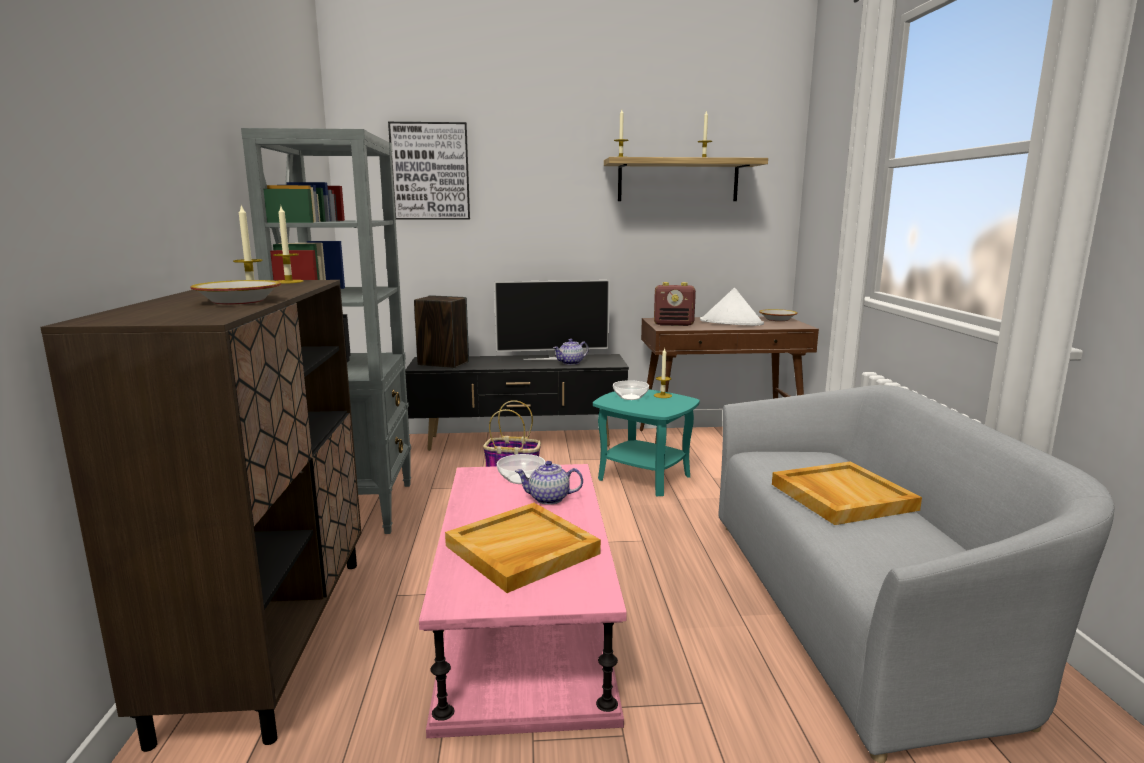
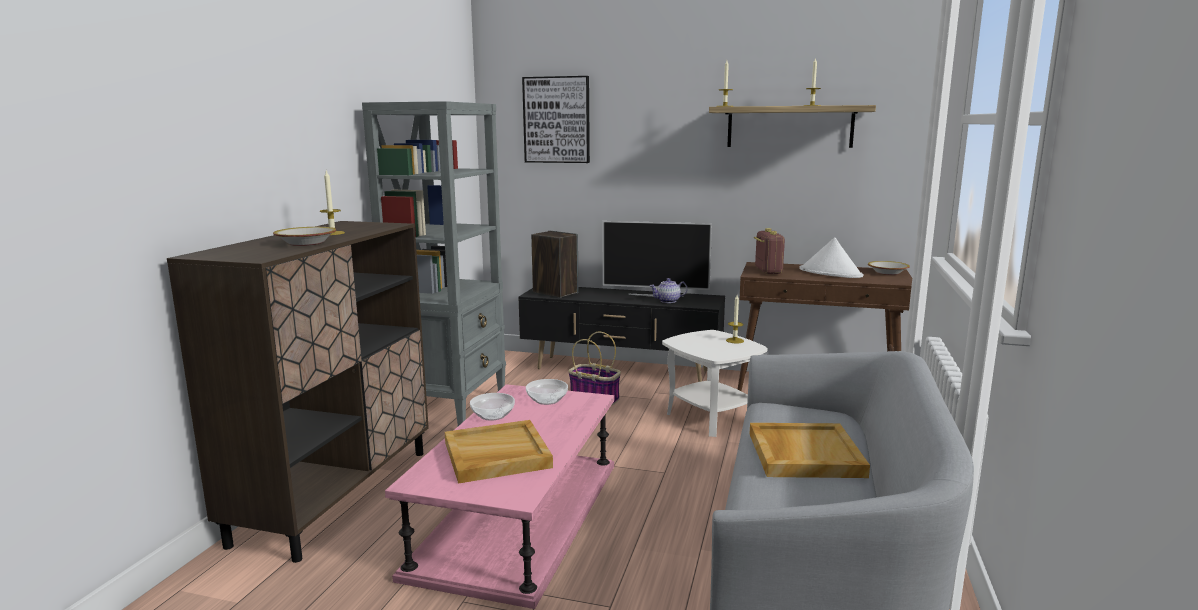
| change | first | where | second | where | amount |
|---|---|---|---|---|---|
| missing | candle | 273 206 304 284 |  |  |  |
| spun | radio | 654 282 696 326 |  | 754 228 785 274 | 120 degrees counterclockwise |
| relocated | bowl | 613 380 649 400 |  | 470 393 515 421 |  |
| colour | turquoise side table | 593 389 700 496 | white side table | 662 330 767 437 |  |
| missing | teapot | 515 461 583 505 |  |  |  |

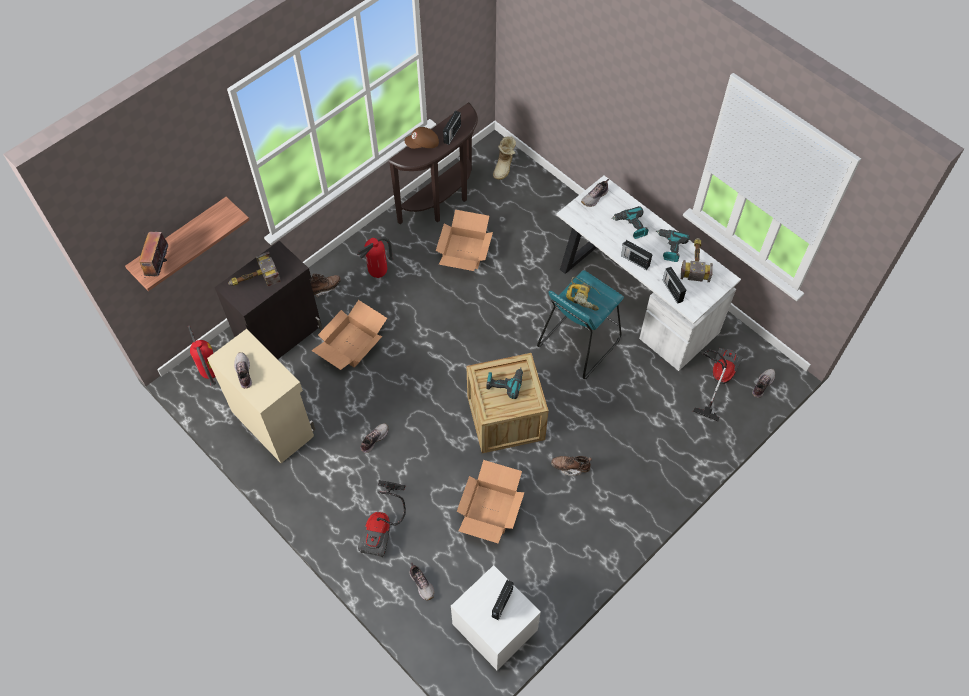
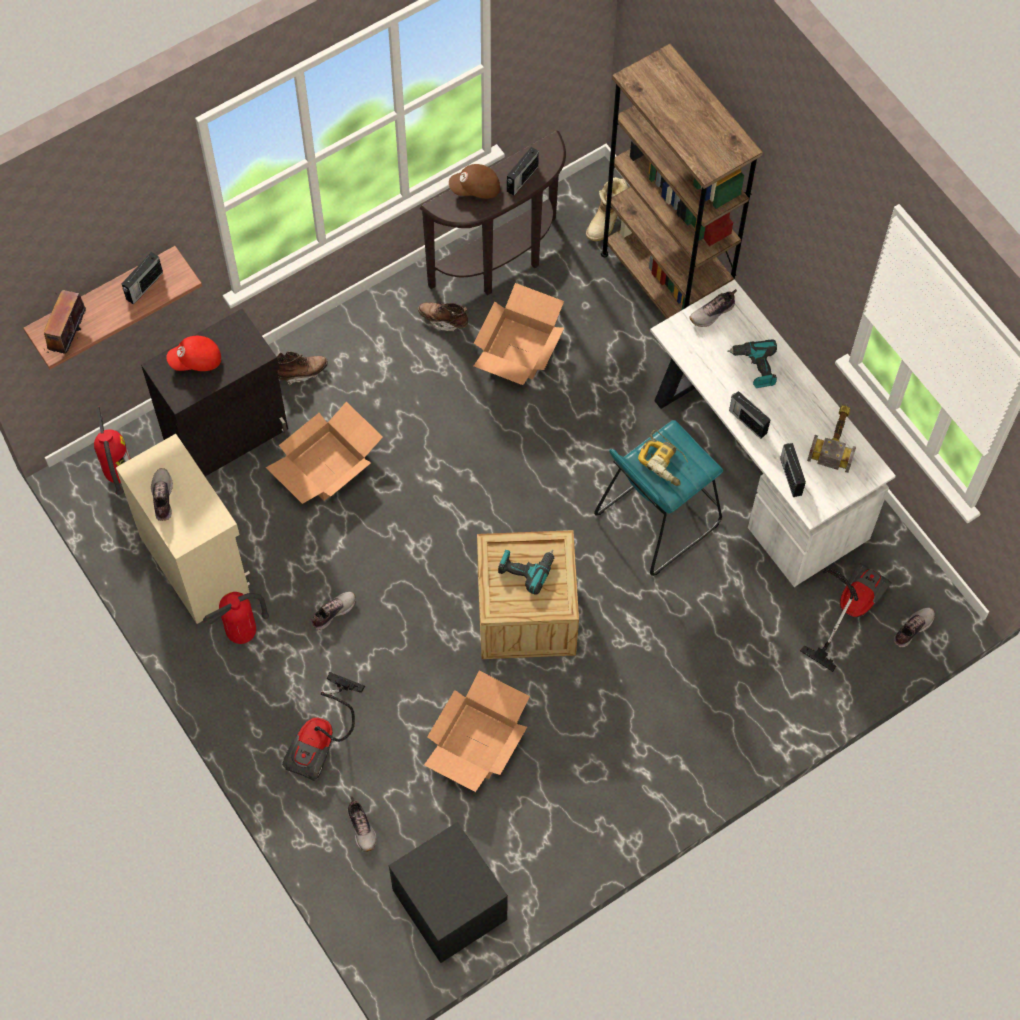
| change | first | where | second | where | amount |
|---|---|---|---|---|---|
| missing | power drill | 656 229 690 262 |  |  |  |
| relocated | fire extinguisher | 357 237 394 278 |  | 203 592 269 644 |  |
| exchanged | hammer | 228 252 281 286 | red cap | 166 336 221 371 |  |
| relocated | brown boot | 551 456 592 476 |  | 418 302 468 331 |  |
| colour | white nightstand | 451 565 541 671 | black nightstand | 388 822 508 963 |  |
| relocated | radio | 492 580 514 620 |  | 121 252 163 305 |  |
| appeared |  |  | brown bookcase | 601 44 763 319 |  |

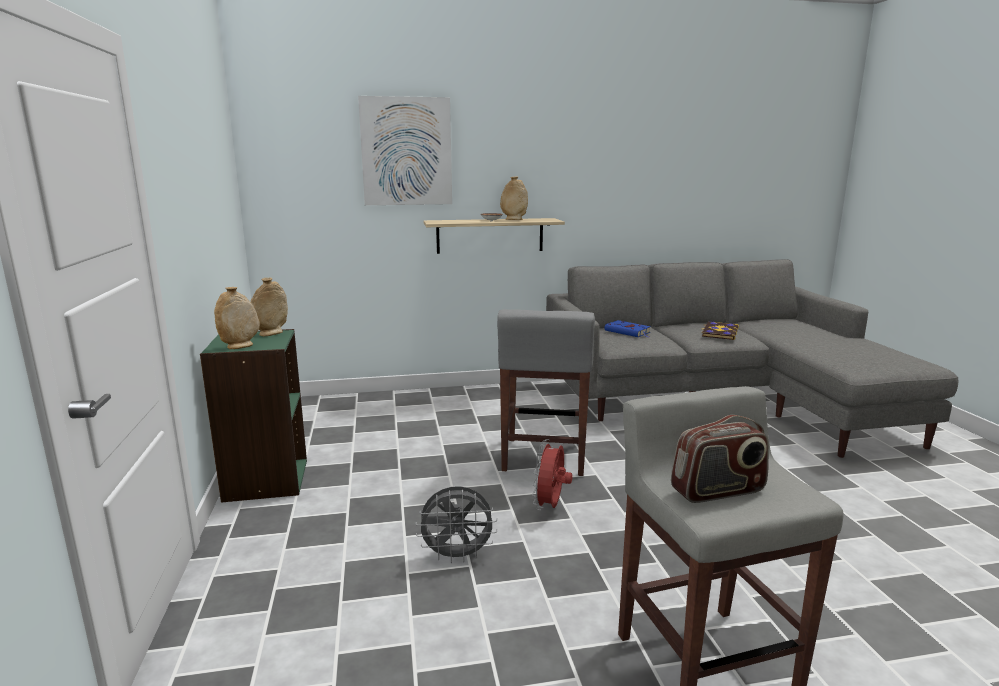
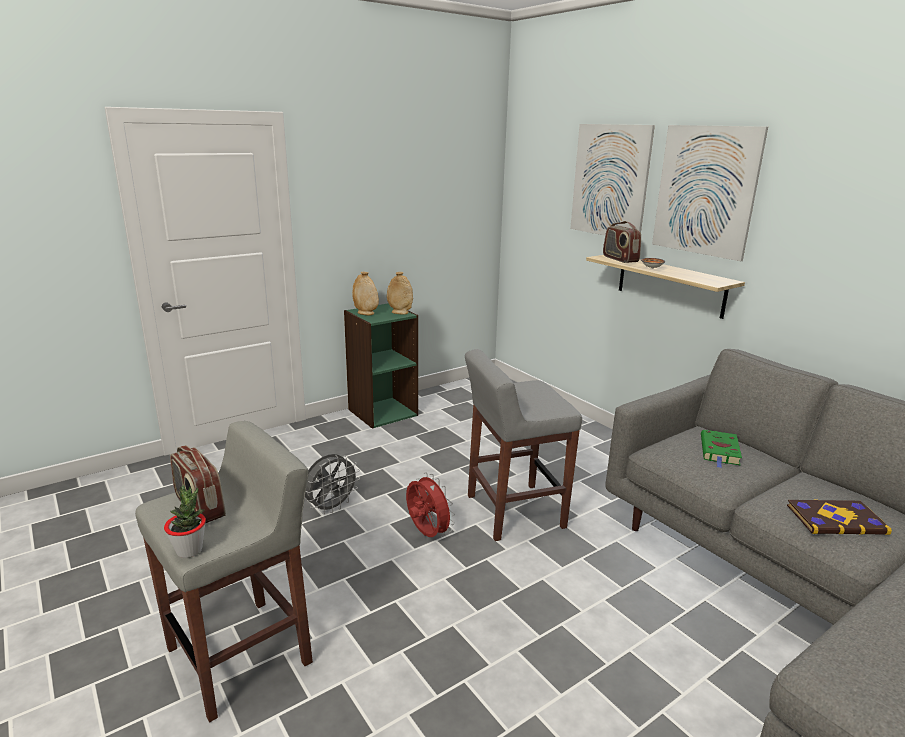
| change | first | where | second | where | amount |
|---|---|---|---|---|---|
| missing | beige vase | 500 177 528 220 |  |  |  |
| colour | blue book | 605 320 651 337 | green book | 701 430 742 468 |  |
| spun | red fan | 532 439 573 510 |  | 406 472 455 537 | 60 degrees clockwise |
| spun | grey fan | 416 486 497 563 |  | 305 454 360 514 | 105 degrees counterclockwise |
| appeared |  |  | picture | 652 125 768 261 |  |
| appeared |  |  | radio | 603 221 641 263 |  |
| appeared |  |  | potted plant | 164 485 206 558 |  |

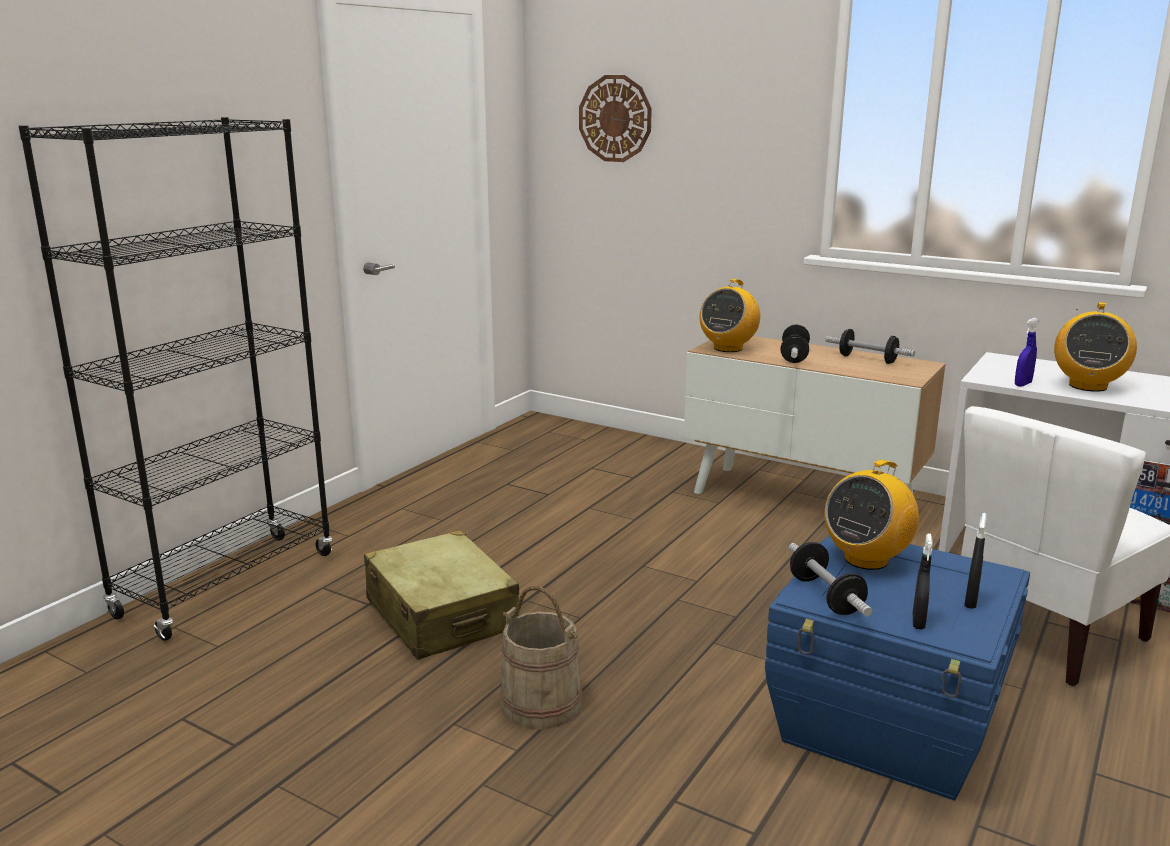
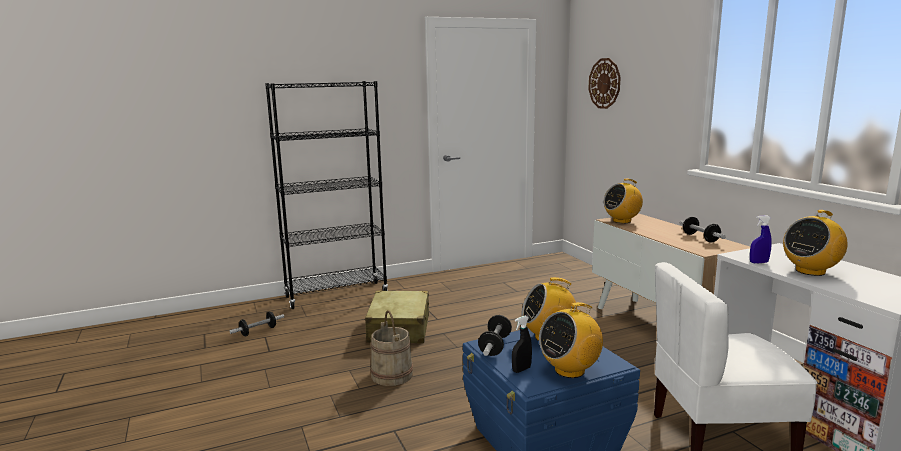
| change | first | where | second | where | amount |
|---|---|---|---|---|---|
| relocated | dumbbell | 780 324 810 363 |  | 230 312 284 336 |  |
| exchanged | black spray bottle | 964 513 987 609 | radio | 539 302 603 378 |  |

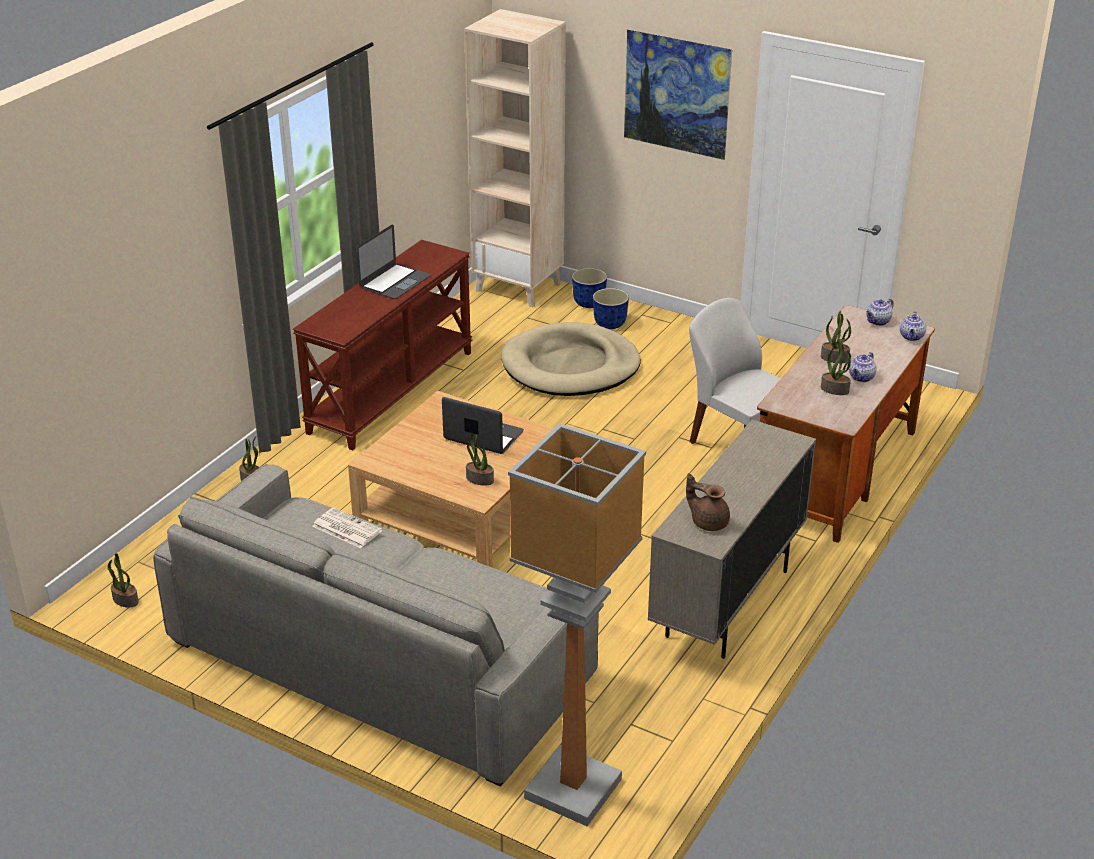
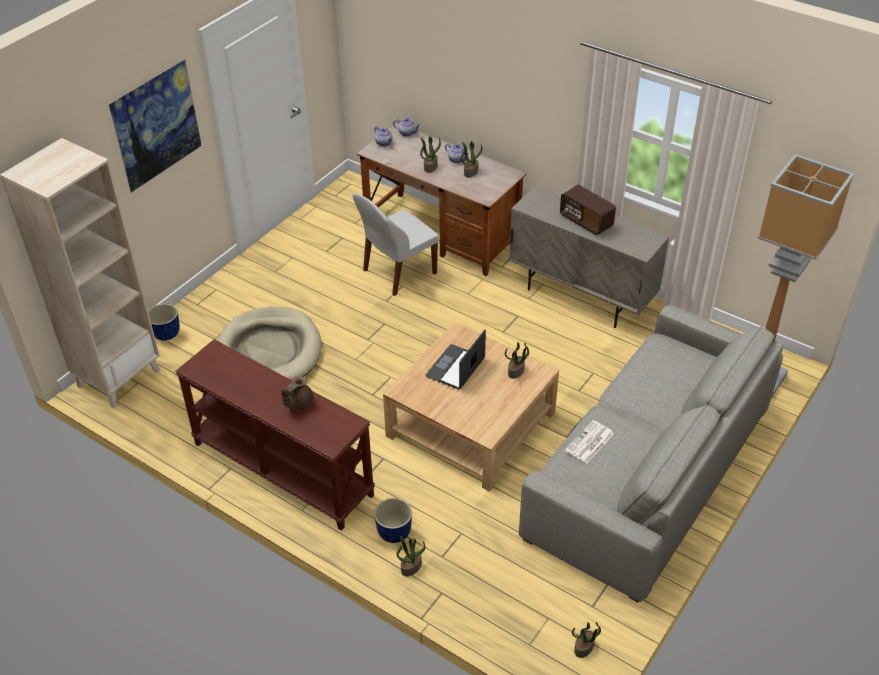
| change | first | where | second | where | amount |
|---|---|---|---|---|---|
| missing | laptop | 356 225 430 299 |  |  |  |
| relocated | planter | 593 288 629 329 |  | 374 498 412 543 |  |
| relocated | brown teapot | 686 473 730 531 |  | 281 376 314 411 |  |
| appeared |  |  | radio | 560 185 616 235 |  |

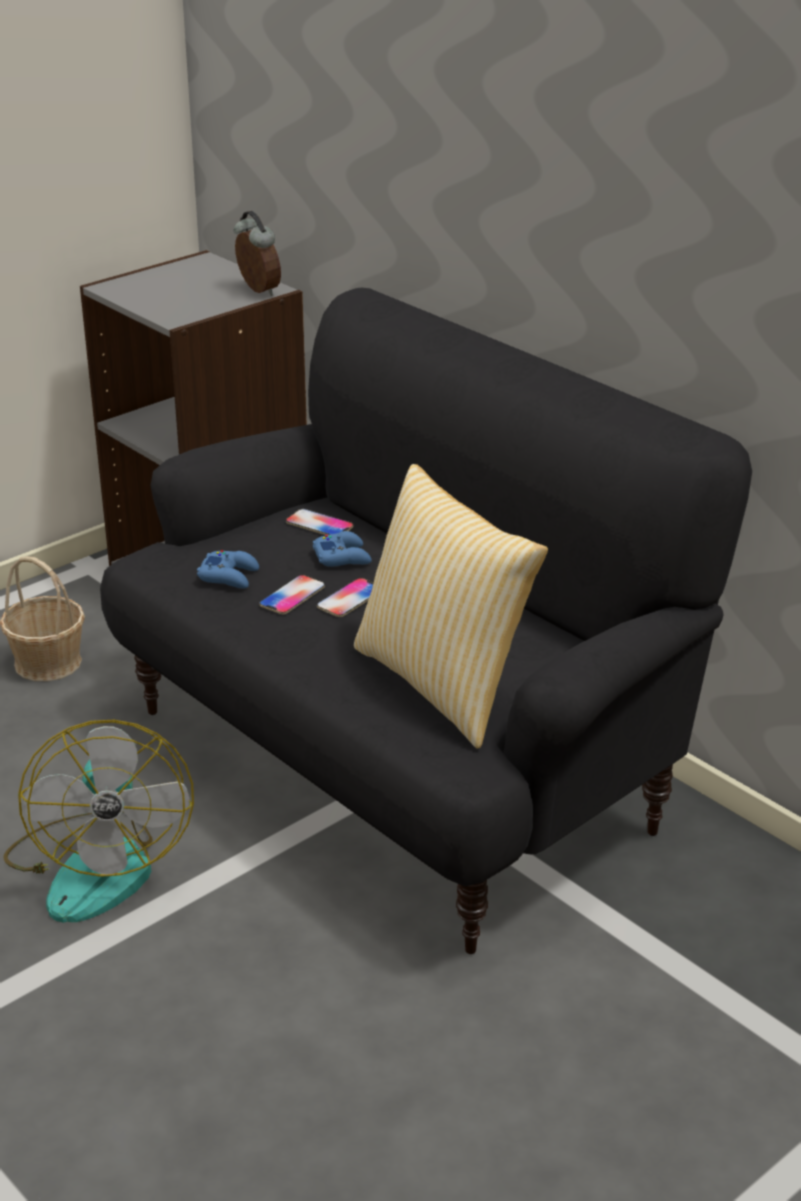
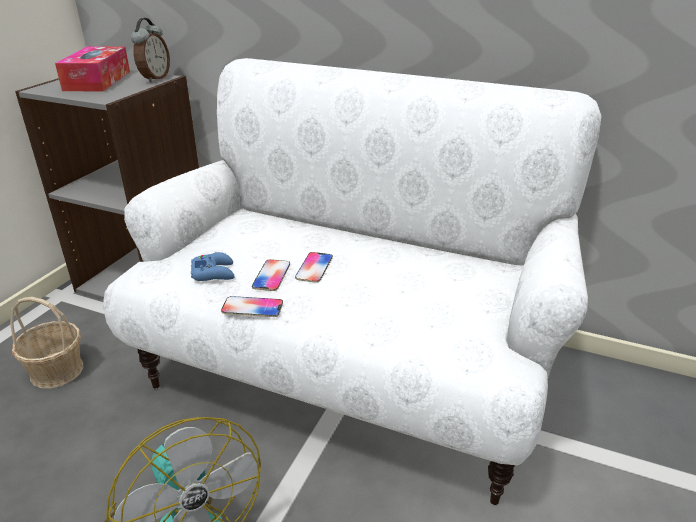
| change | first | where | second | where | amount |
|---|---|---|---|---|---|
| spun | alarm clock | 234 211 281 296 |  | 131 18 170 82 | 75 degrees clockwise |
| colour | black sofa | 100 287 752 954 | white sofa | 103 58 601 505 |  |
| missing | pillow | 354 464 548 748 |  |  |  |
| relocated | phone | 286 509 354 535 |  | 221 296 283 317 |  |
| missing | blue game controller | 313 531 372 567 |  |  |  |
| appeared |  |  | tissue box | 55 46 130 91 |  |

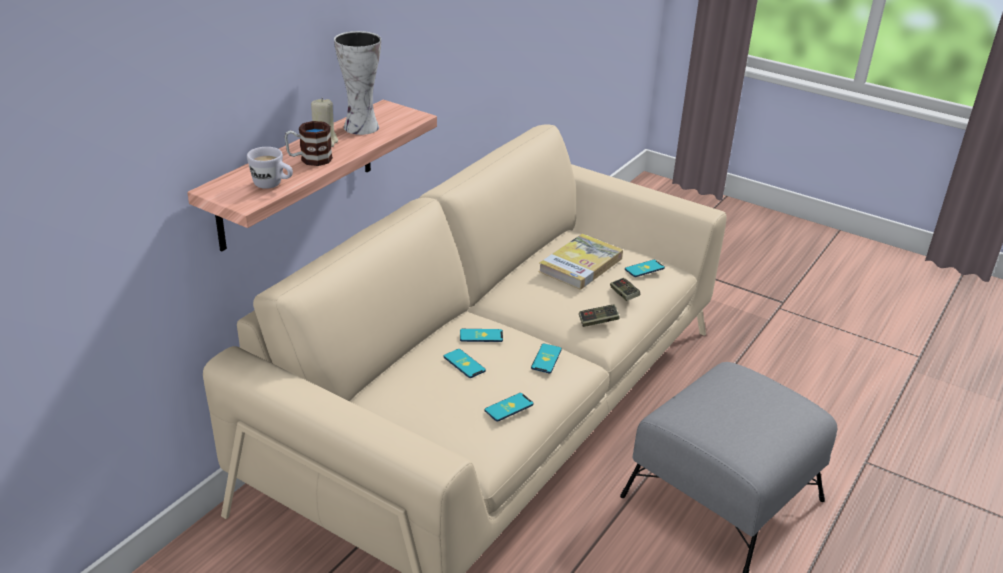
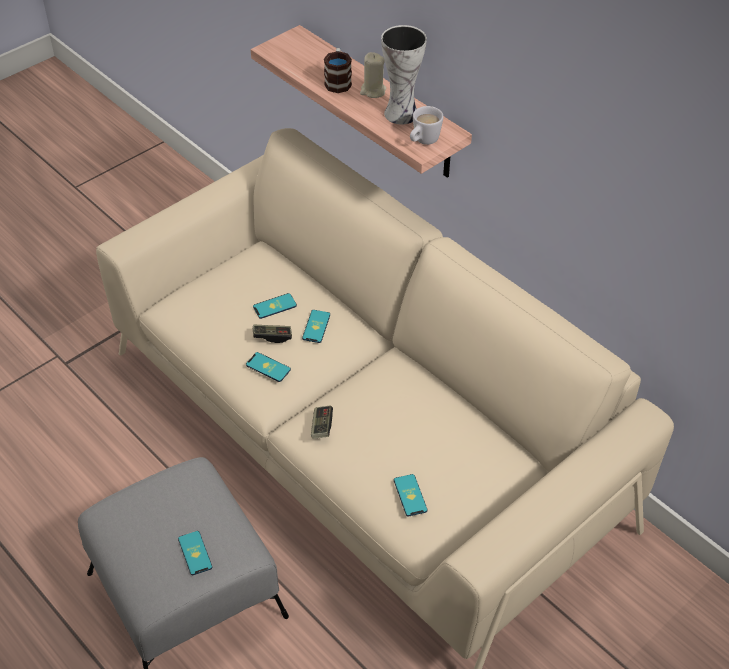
| change | first | where | second | where | amount |
|---|---|---|---|---|---|
| relocated | white mug | 247 147 293 189 |  | 410 106 444 145 |  |
| missing | book | 539 234 623 290 |  |  |  |
| relocated | game controller | 610 278 640 301 |  | 253 325 292 343 |  |
| relocated | phone | 485 393 534 421 |  | 178 531 212 575 |  |

